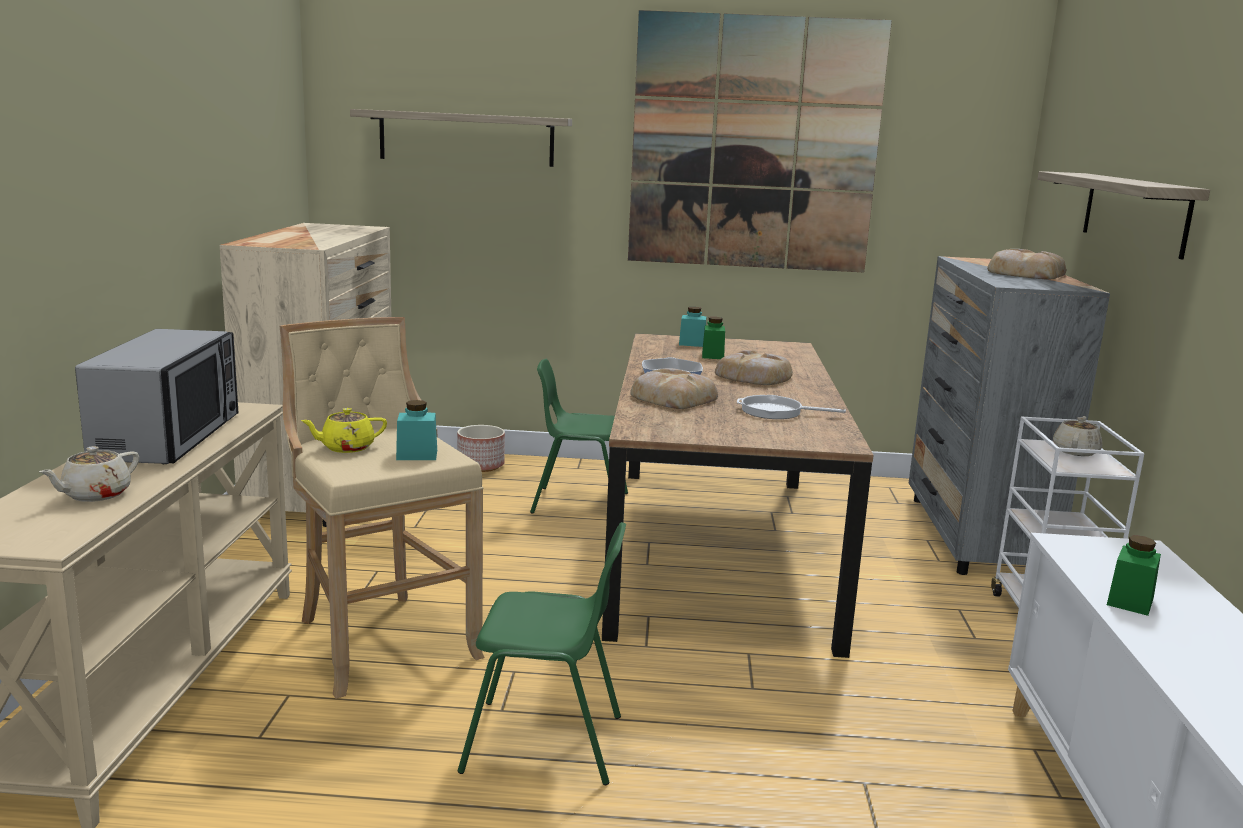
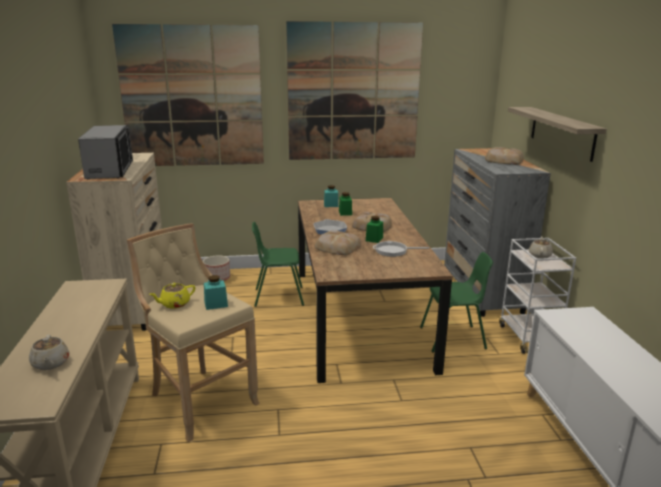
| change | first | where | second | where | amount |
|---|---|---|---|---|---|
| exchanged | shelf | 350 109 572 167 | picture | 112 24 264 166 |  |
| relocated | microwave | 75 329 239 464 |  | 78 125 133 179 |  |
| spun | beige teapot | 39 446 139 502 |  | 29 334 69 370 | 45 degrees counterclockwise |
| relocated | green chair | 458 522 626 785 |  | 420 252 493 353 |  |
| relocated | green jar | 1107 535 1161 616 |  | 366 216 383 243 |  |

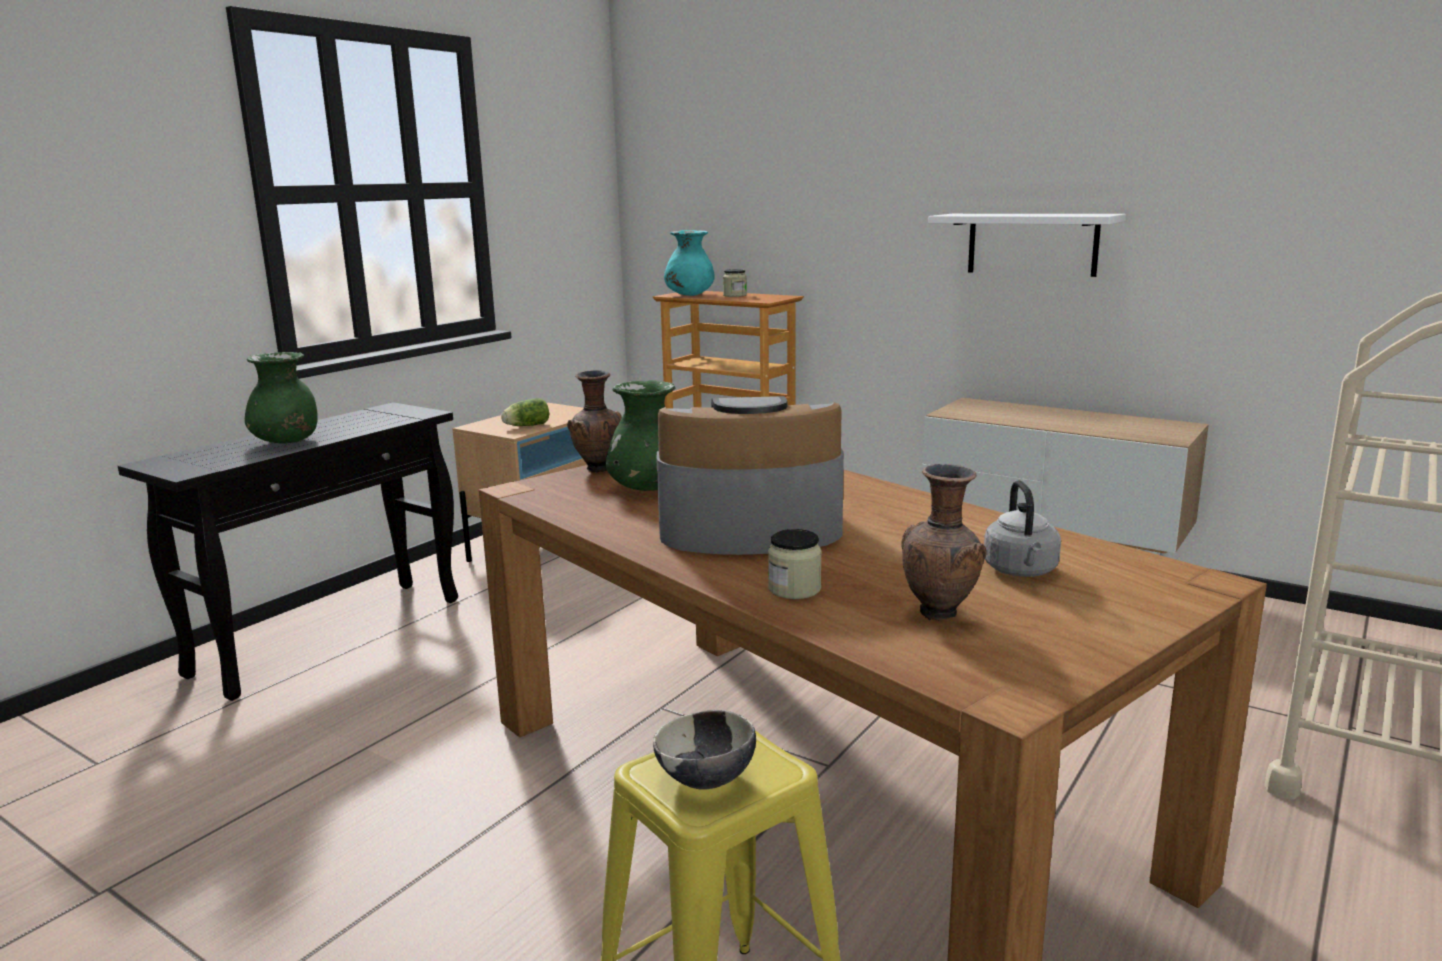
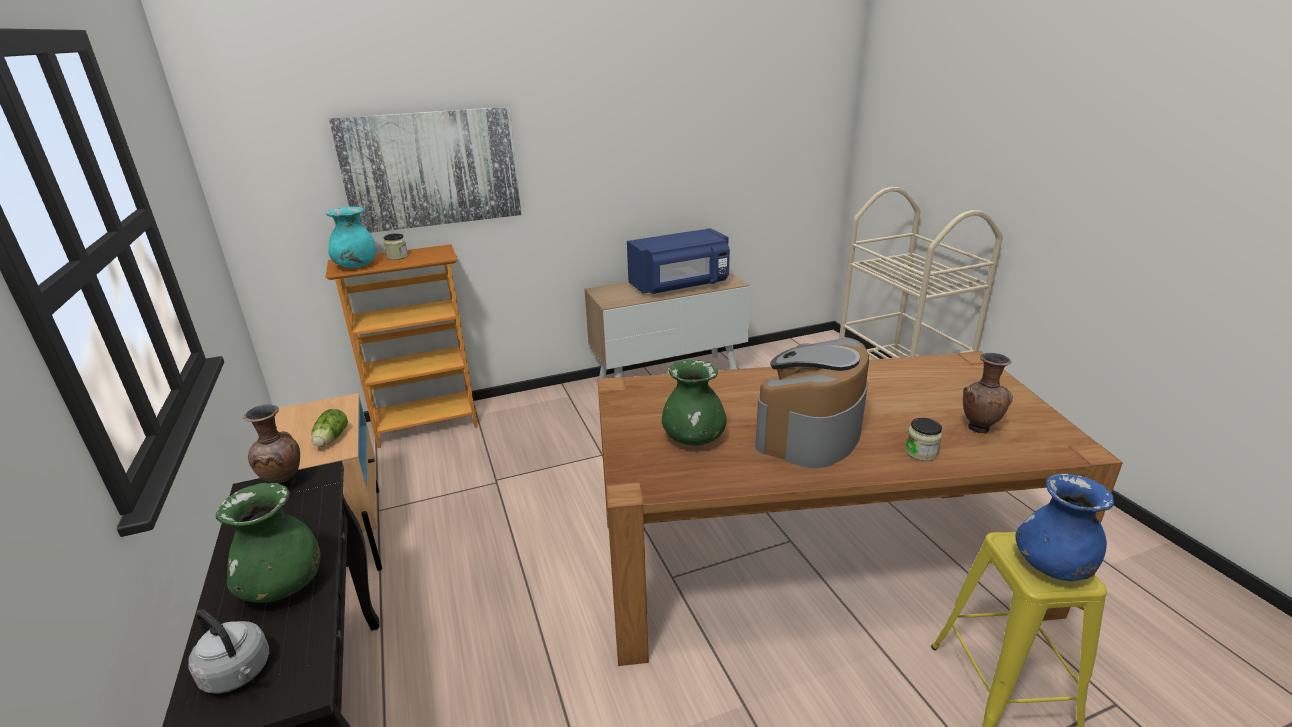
| change | first | where | second | where | amount |
|---|---|---|---|---|---|
| missing | white shelf | 928 214 1126 277 |  |  |  |
| relocated | brown vase | 567 370 622 473 |  | 243 404 300 489 |  |
| relocated | grey kettle | 984 480 1061 577 |  | 188 609 269 694 |  |
| exchanged | bowl | 653 710 756 790 | blue vase | 1015 474 1114 581 |  |
| appeared |  |  | picture | 329 107 522 233 |  |
| appeared |  |  | blue microwave | 627 228 730 294 |  |

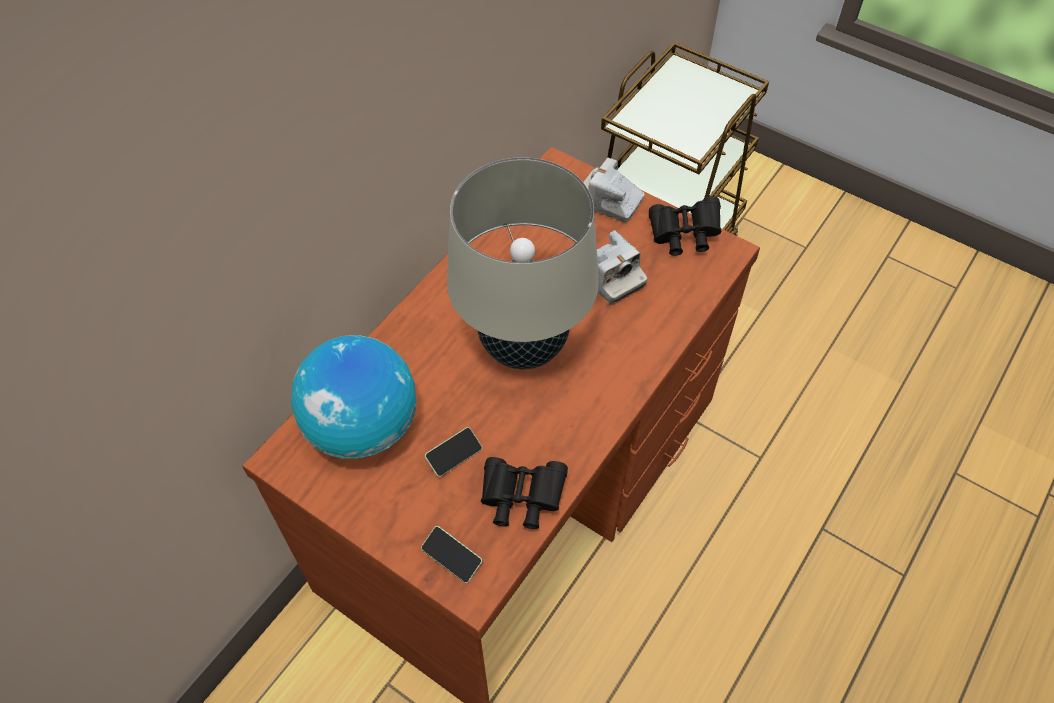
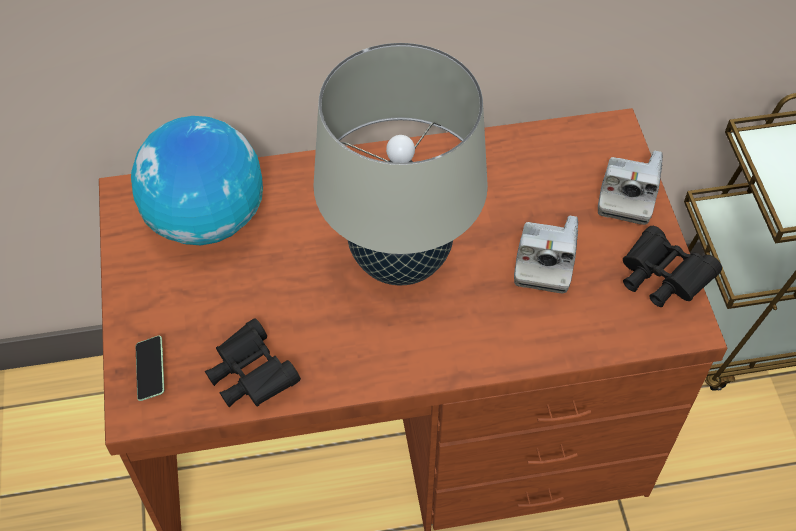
| change | first | where | second | where | amount |
|---|---|---|---|---|---|
| spun | photo camera | 583 158 645 222 |  | 598 151 663 225 | 150 degrees counterclockwise |
| missing | phone | 425 427 482 477 |  |  |  |

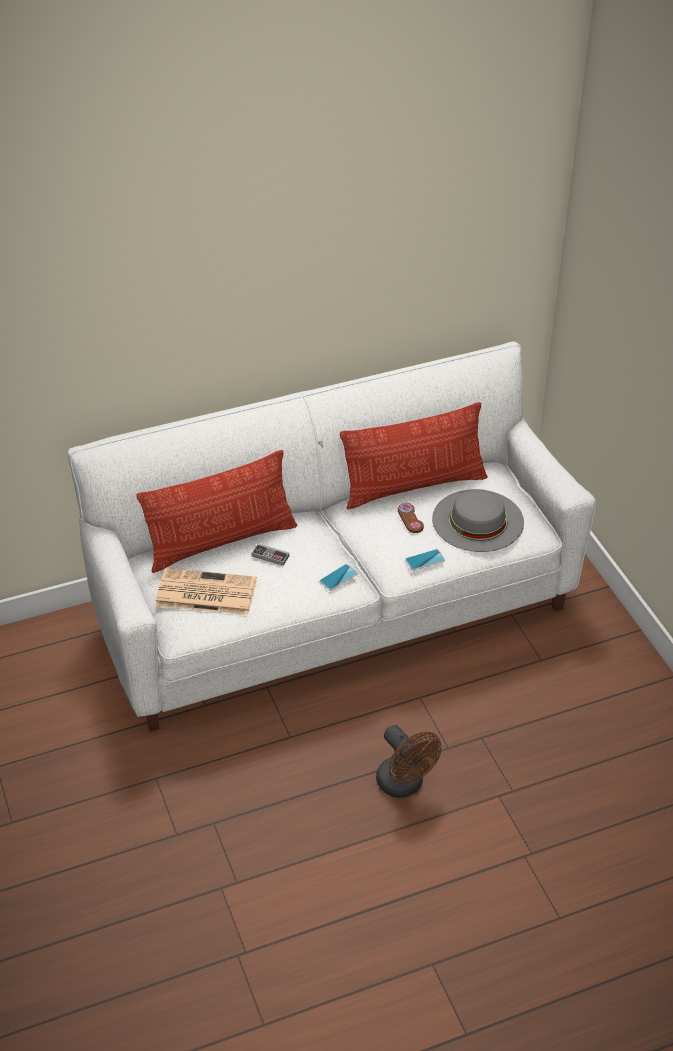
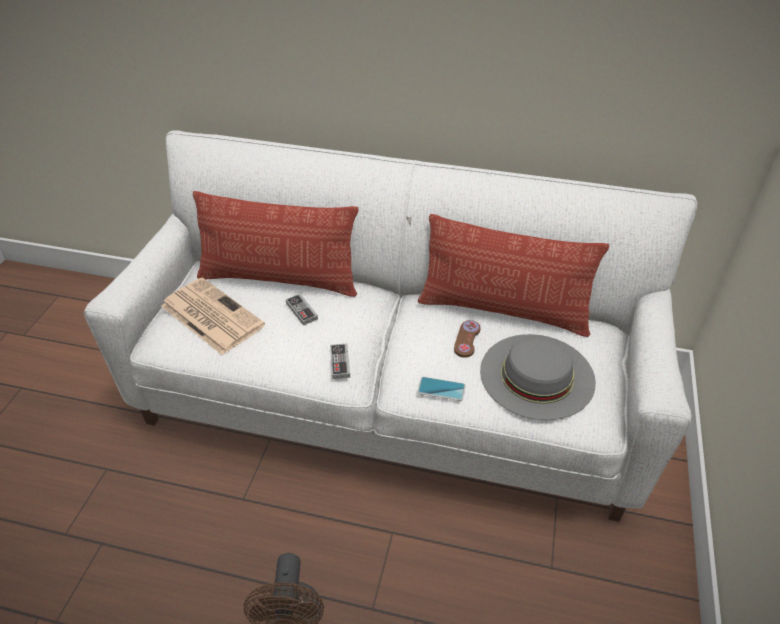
| change | first | where | second | where | amount |
|---|---|---|---|---|---|
| exchanged | phone | 319 564 358 591 | game controller | 330 344 350 379 |  |

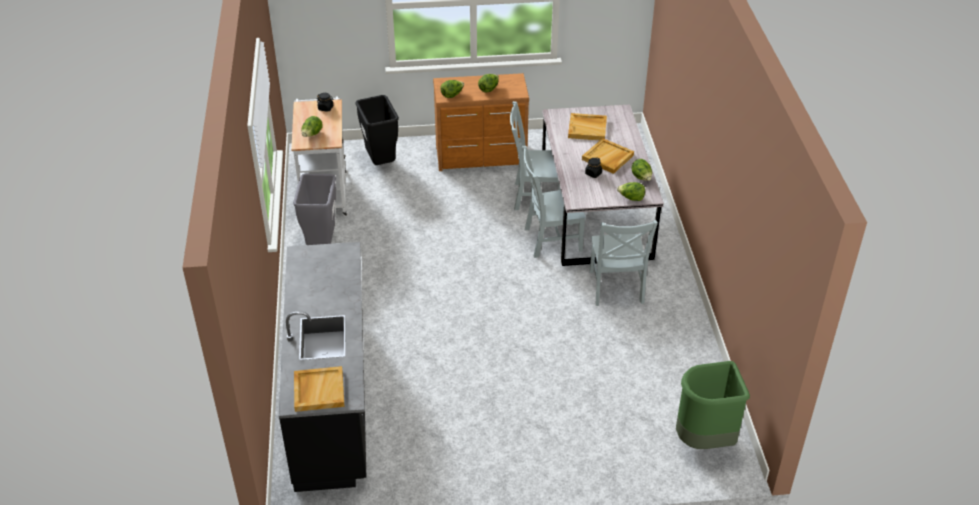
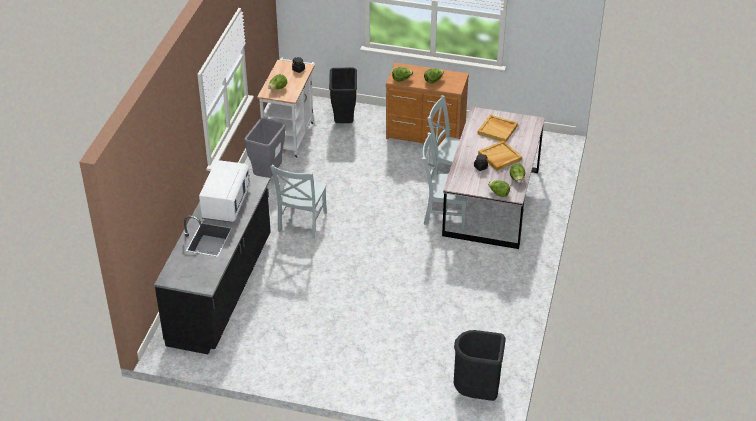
| change | first | where | second | where | amount |
|---|---|---|---|---|---|
| relocated | grey chair | 589 220 658 306 |  | 270 165 327 239 |  |
| colour | green trash can | 676 361 750 449 | black trash can | 454 330 506 401 |  |
| missing | beige tray | 294 366 344 412 |  |  |  |
| appeared |  |  | white microwave | 199 160 250 222 |  |

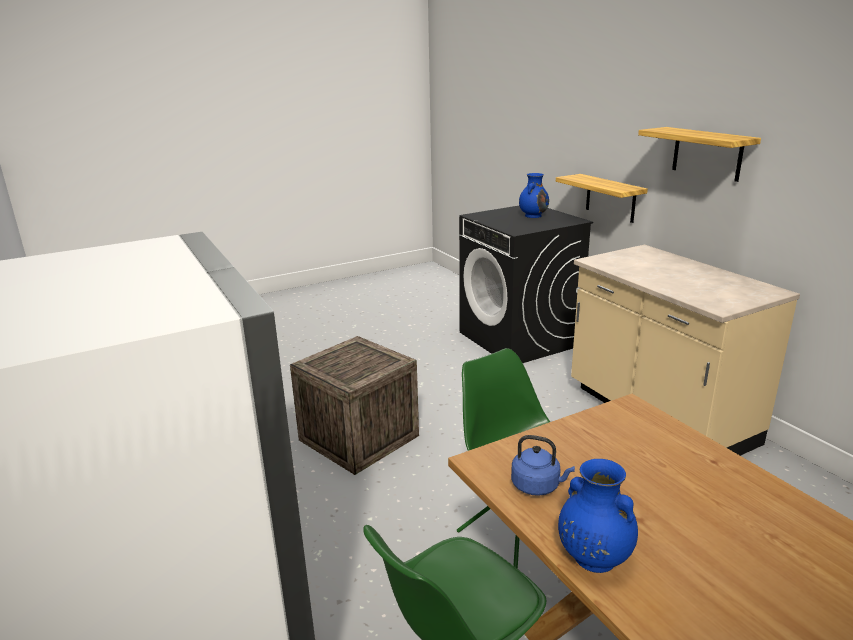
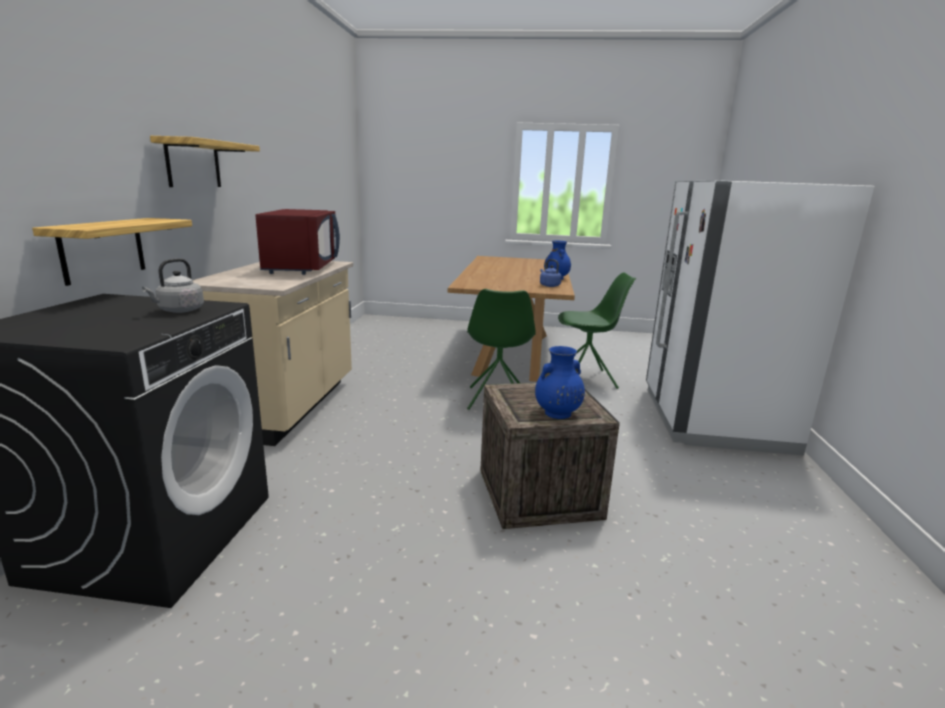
| change | first | where | second | where | amount |
|---|---|---|---|---|---|
| relocated | blue vase | 519 173 549 218 |  | 535 346 585 419 |  |
| appeared |  |  | red microwave | 255 209 340 275 |  |
| appeared |  |  | grey kettle | 142 258 204 313 |  |

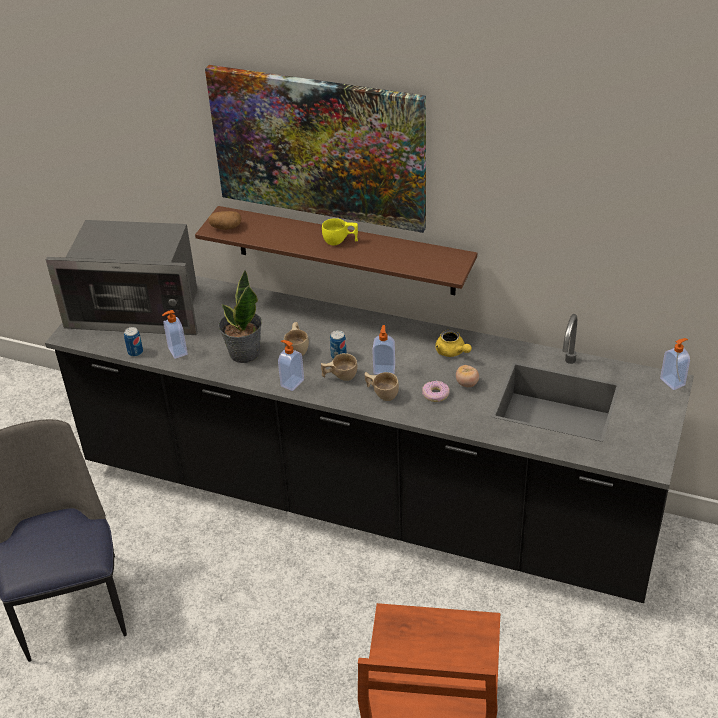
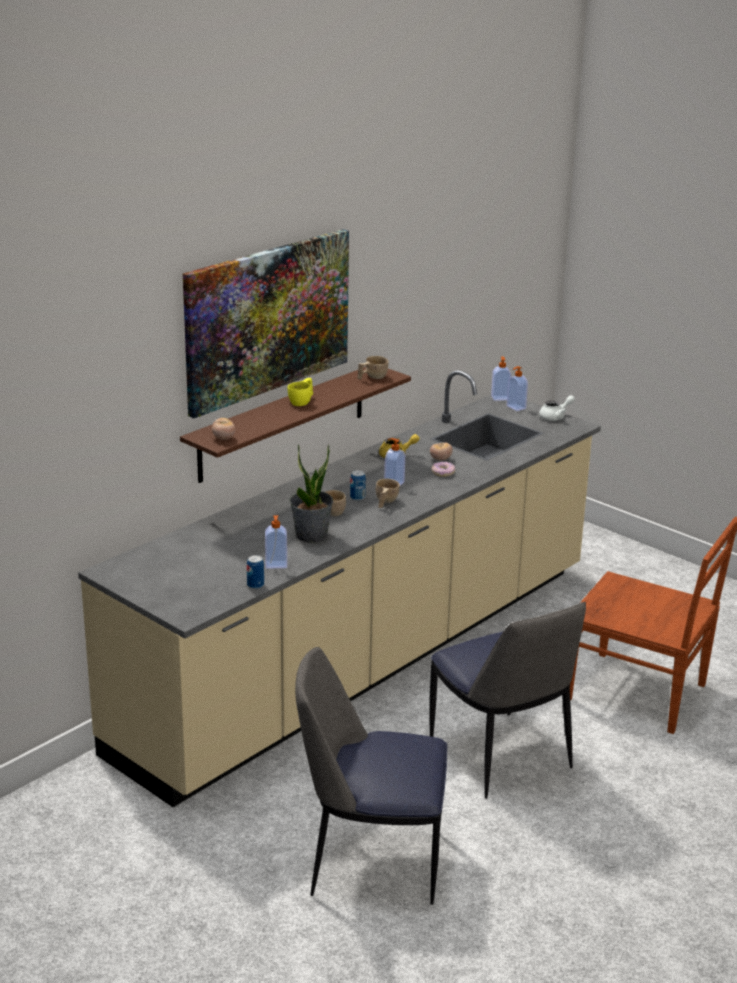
| change | first | where | second | where | amount |
|---|---|---|---|---|---|
| exchanged | potato | 208 211 242 230 | tomato | 212 418 235 440 |  |
| missing | microwave | 46 220 198 335 |  |  |  |
| colour | black counter | 45 276 694 603 | beige counter | 78 370 601 807 |  |
| relocated | soap dispenser | 278 340 304 391 |  | 507 366 528 411 |  |
| relocated | beige cup | 365 372 399 401 |  | 357 356 388 379 |  |
| appeared |  |  | white teapot | 539 395 575 421 |  |
| appeared |  |  | chair | 429 602 586 799 |  |

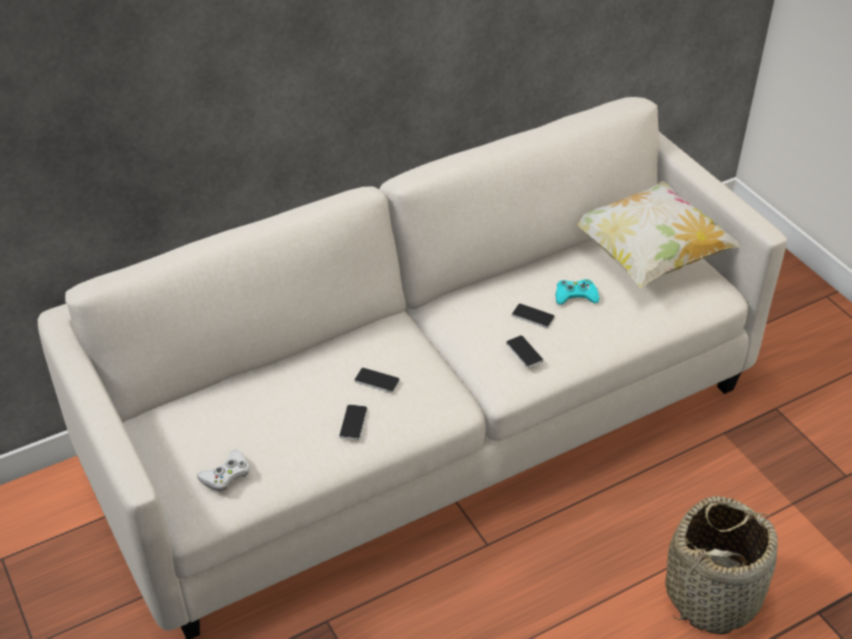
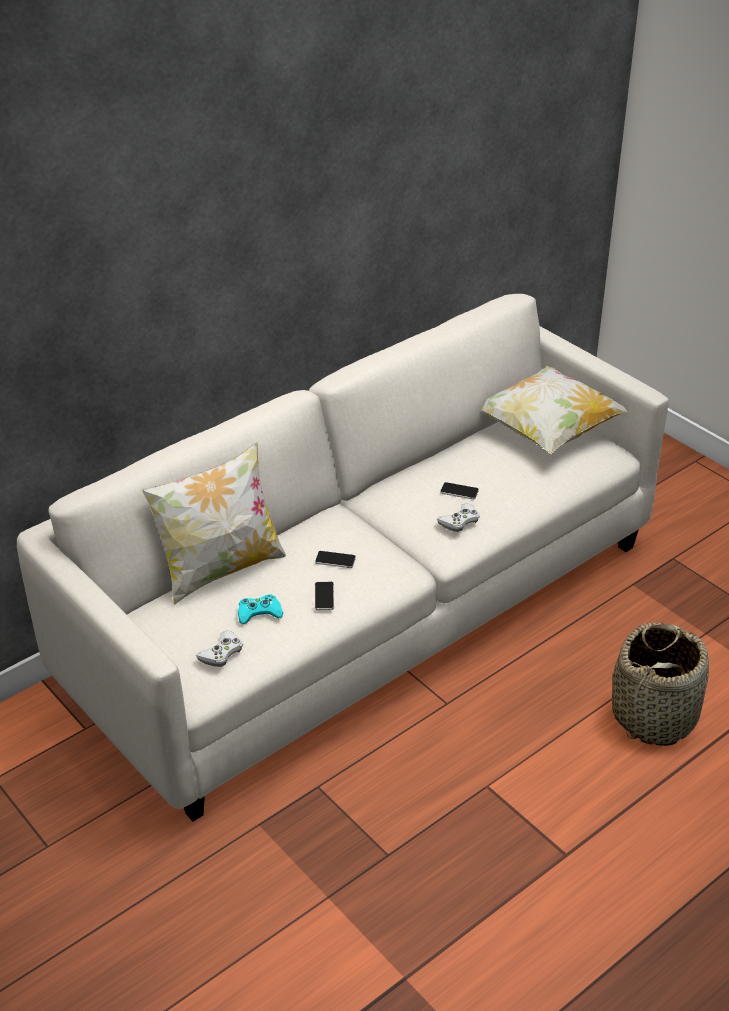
| change | first | where | second | where | amount |
|---|---|---|---|---|---|
| relocated | turquoise game controller | 556 279 599 305 |  | 238 594 283 624 |  |
| exchanged | phone | 506 336 543 368 | white game controller | 437 503 480 532 |  |
| appeared |  |  | pillow | 142 442 286 605 |  |

